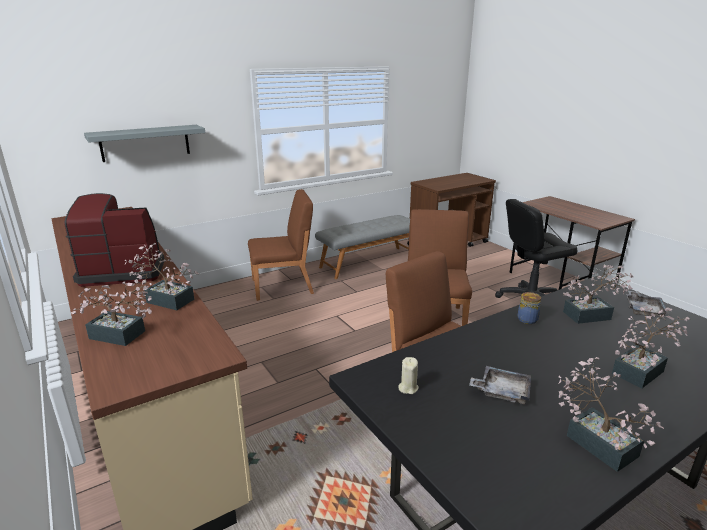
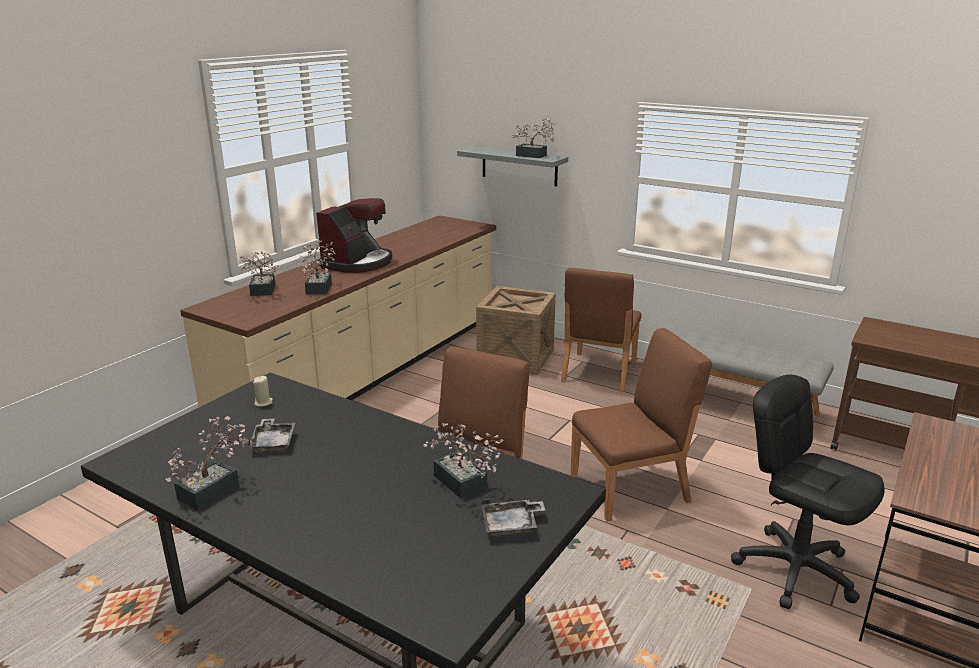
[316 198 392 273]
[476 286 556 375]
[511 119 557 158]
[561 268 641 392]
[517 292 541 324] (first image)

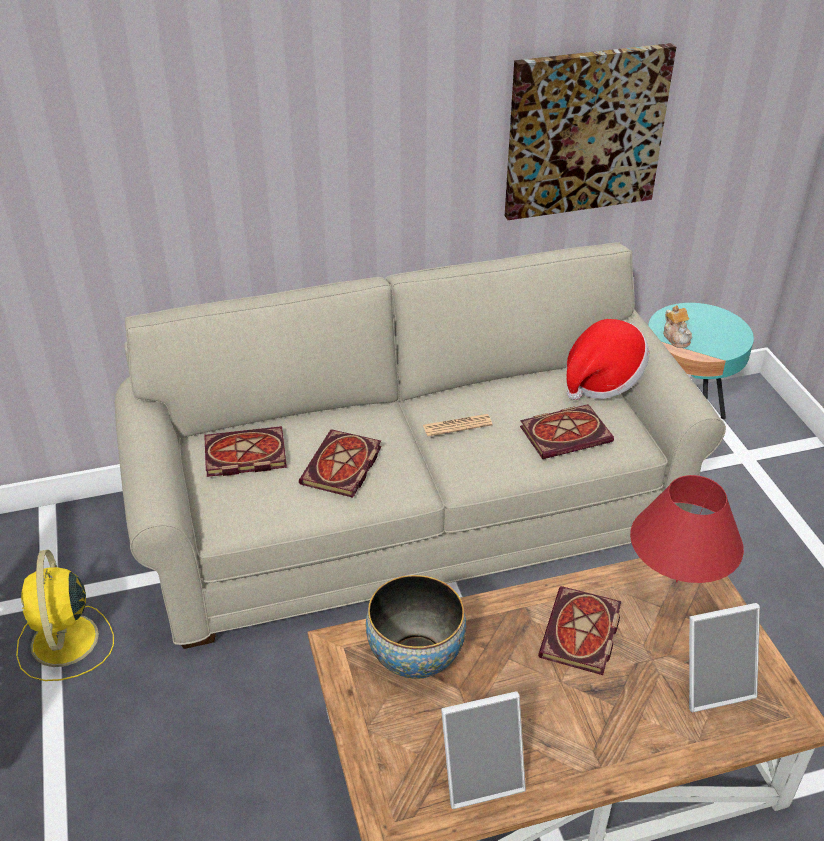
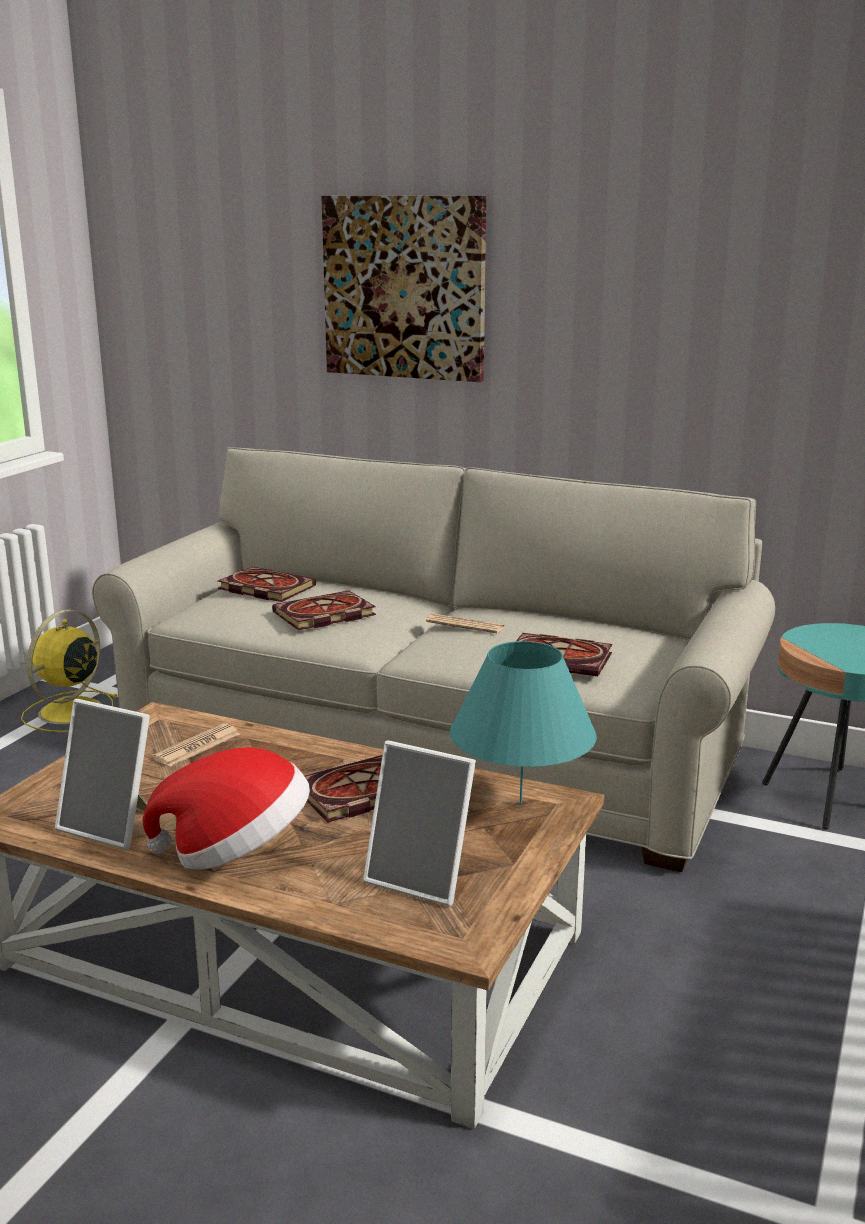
[143 747 310 870]
[152 723 240 767]
[321 196 486 382]
[450 641 597 804]
[663 305 692 348] (first image)

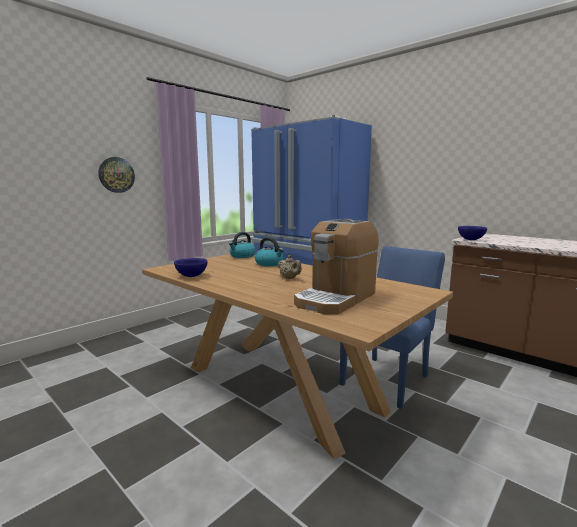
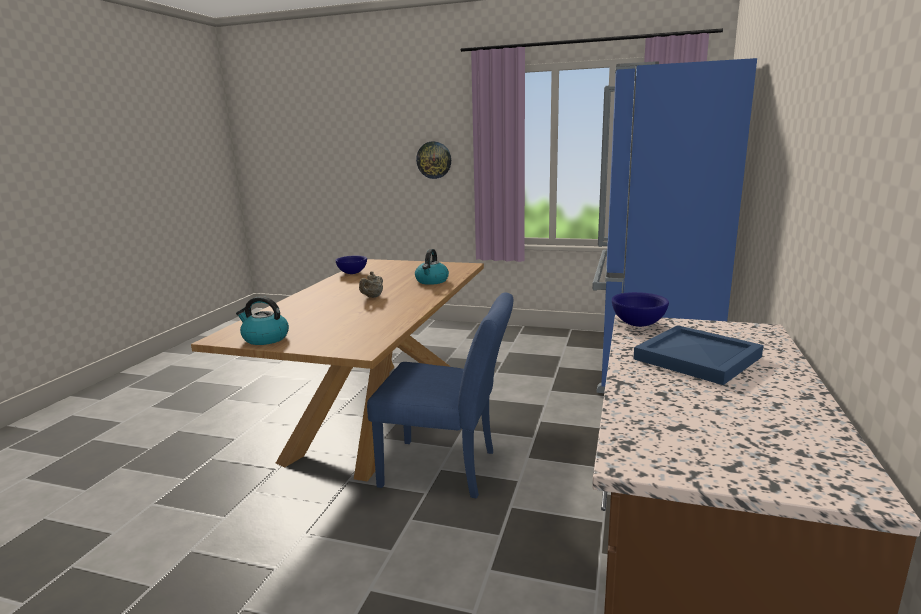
[236 296 289 345]
[633 325 763 385]
[294 219 379 314] (first image)

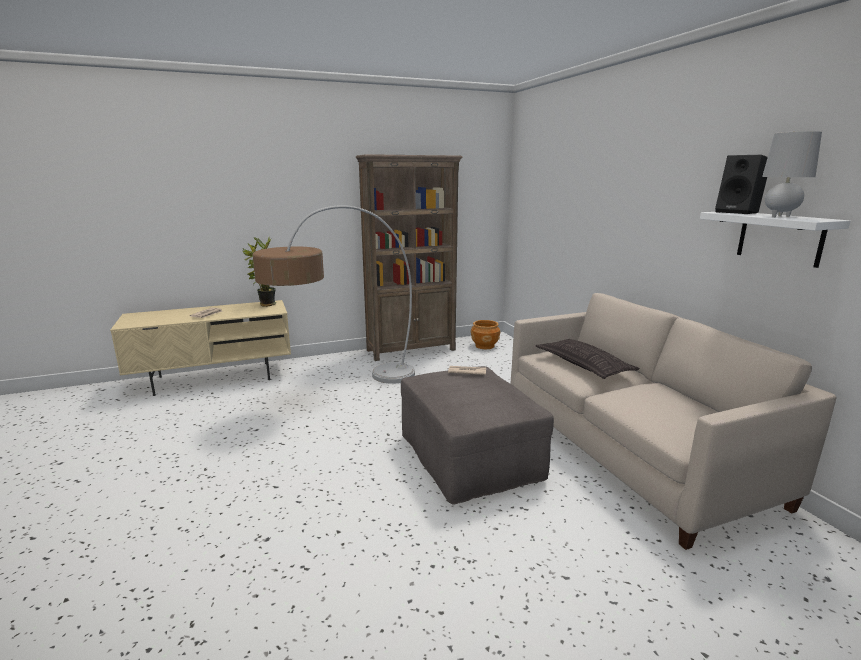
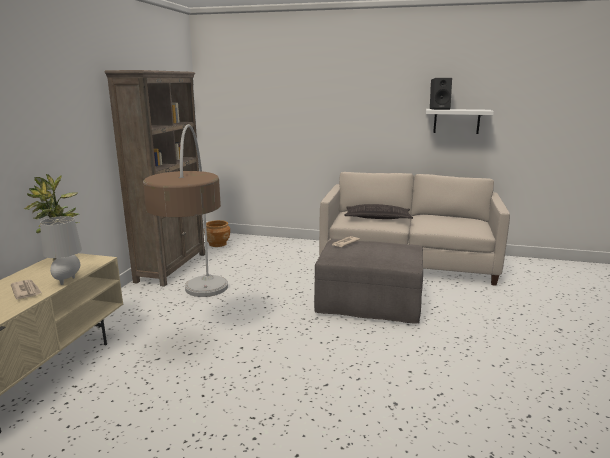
[40 216 82 285]

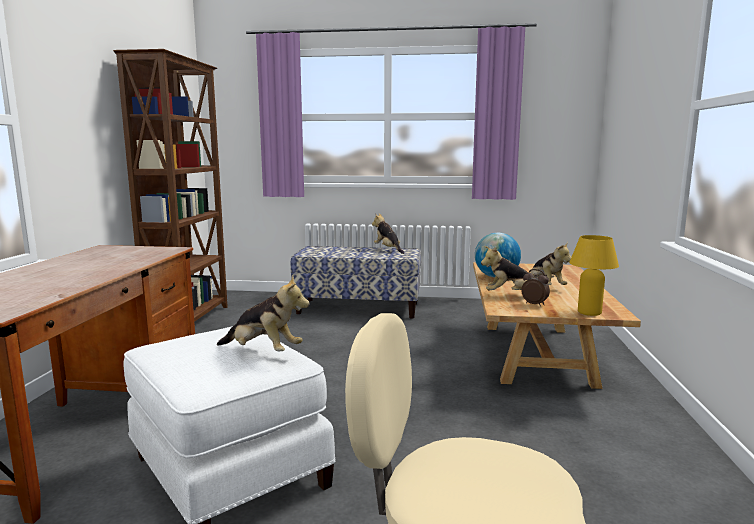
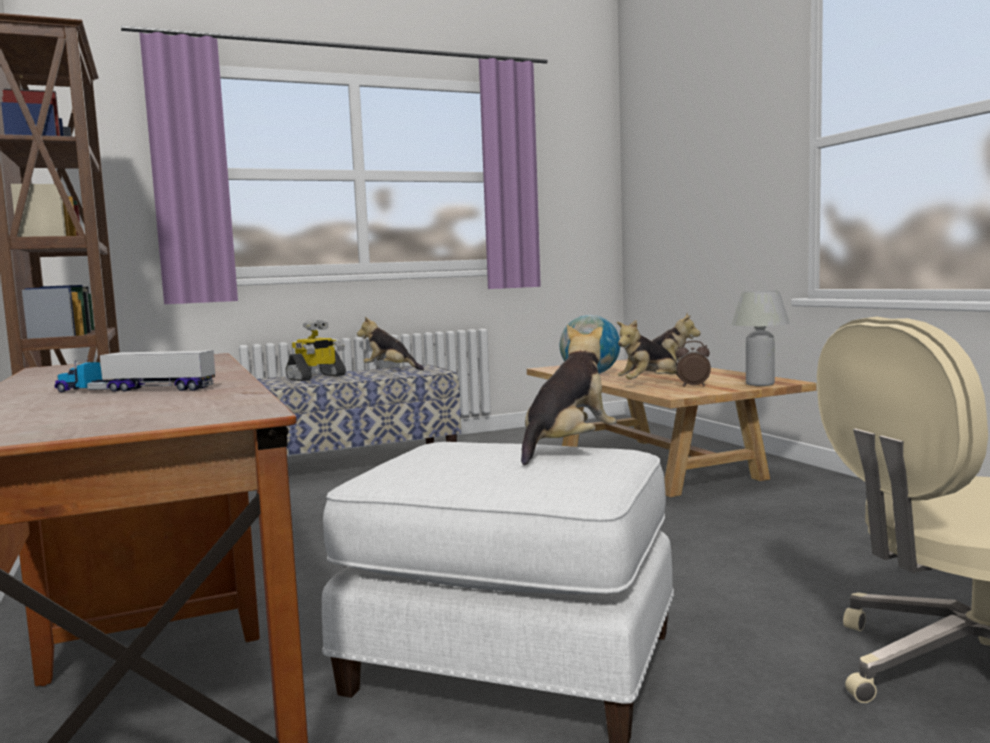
[55 350 215 392]
[286 320 346 381]
[521 325 617 465]
[731 291 790 386]

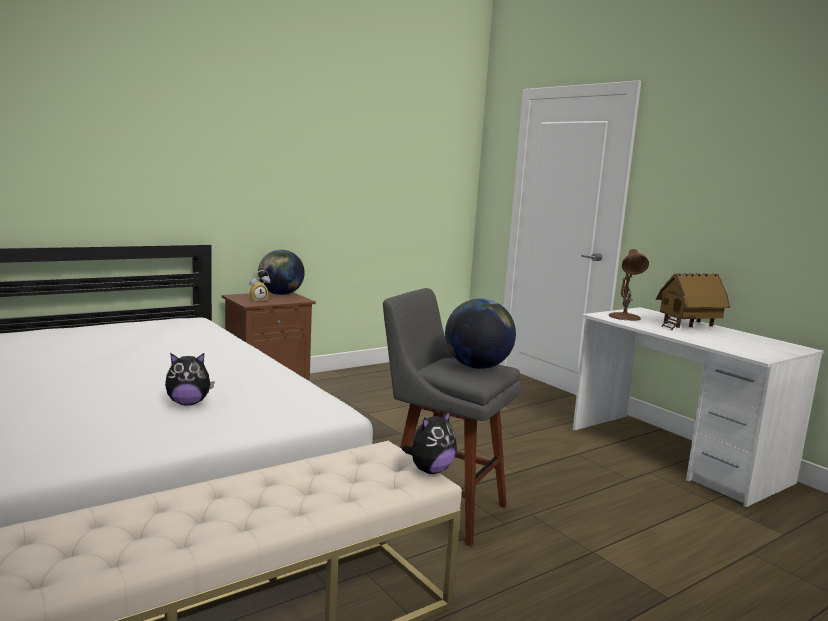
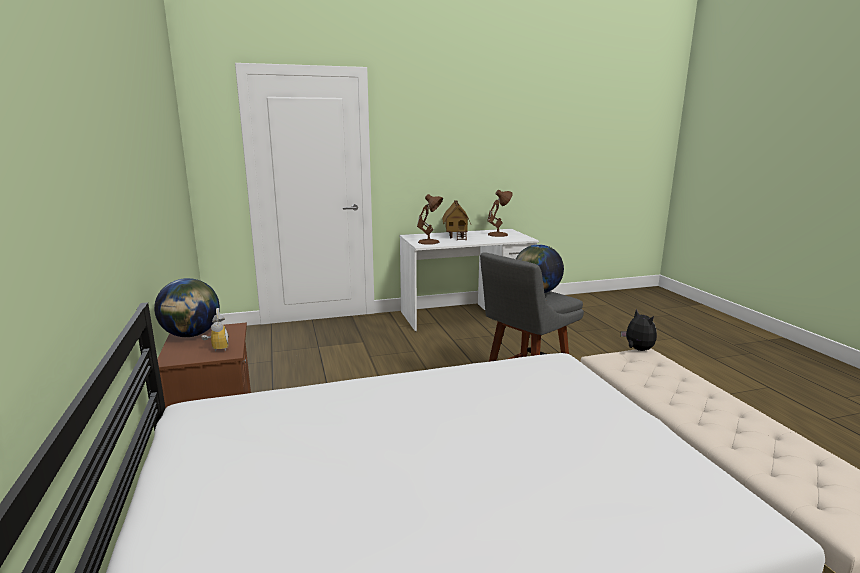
[487 190 513 237]
[165 353 215 406] (first image)

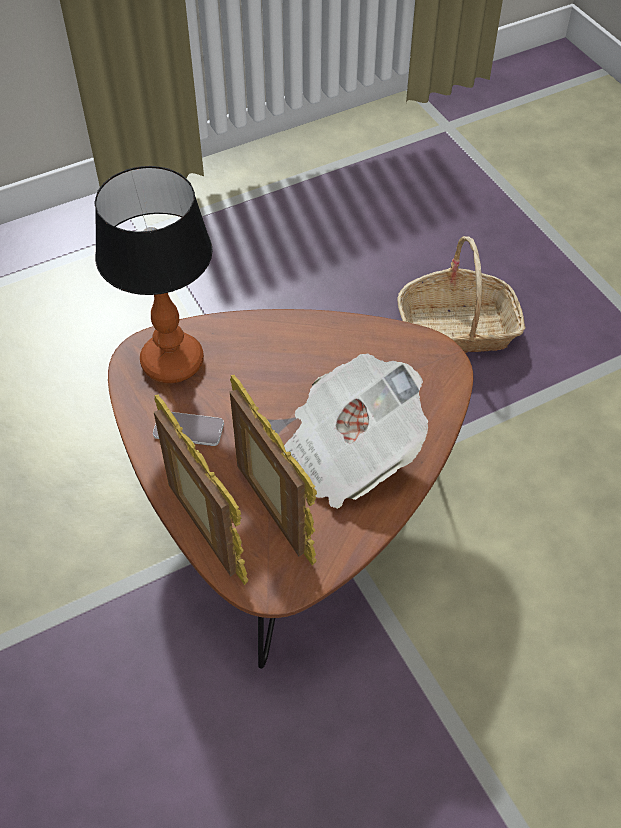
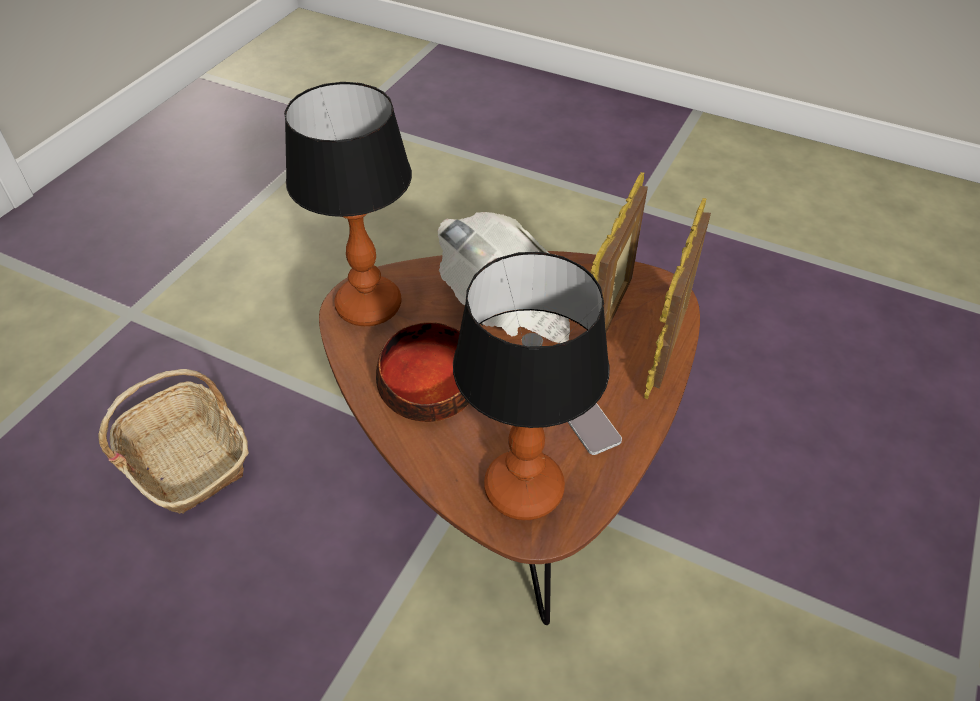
[284 82 412 326]
[376 322 469 422]

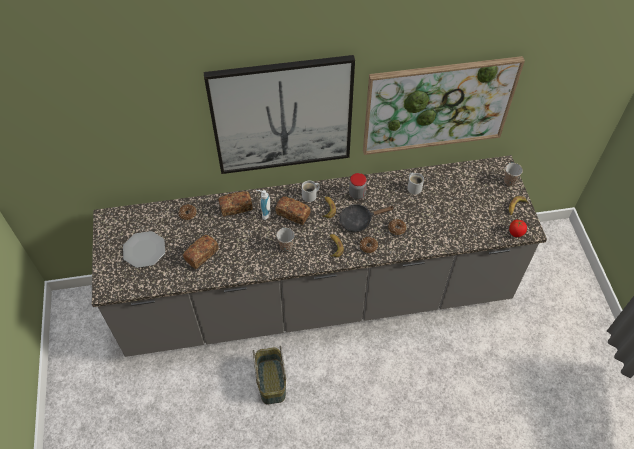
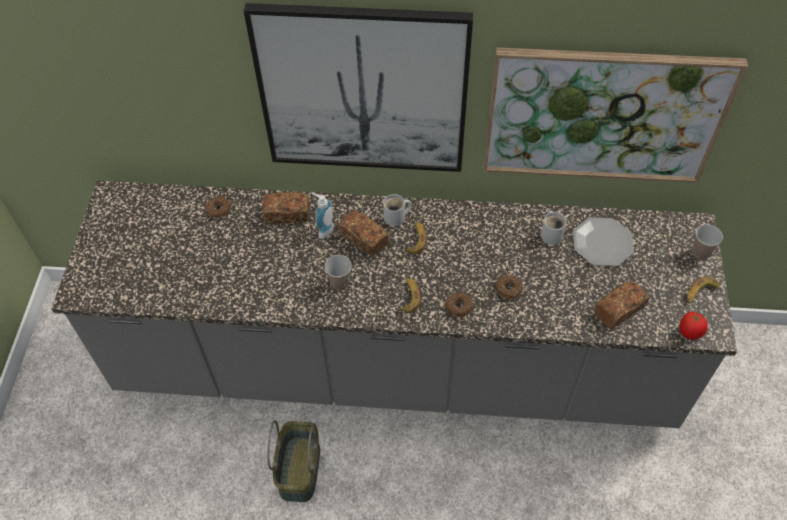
[573 217 634 266]
[594 281 649 329]
[339 204 394 232] (first image)
[349 173 367 199] (first image)

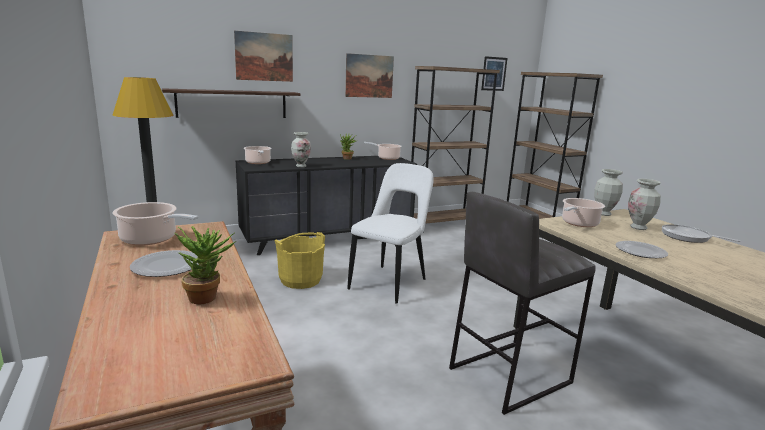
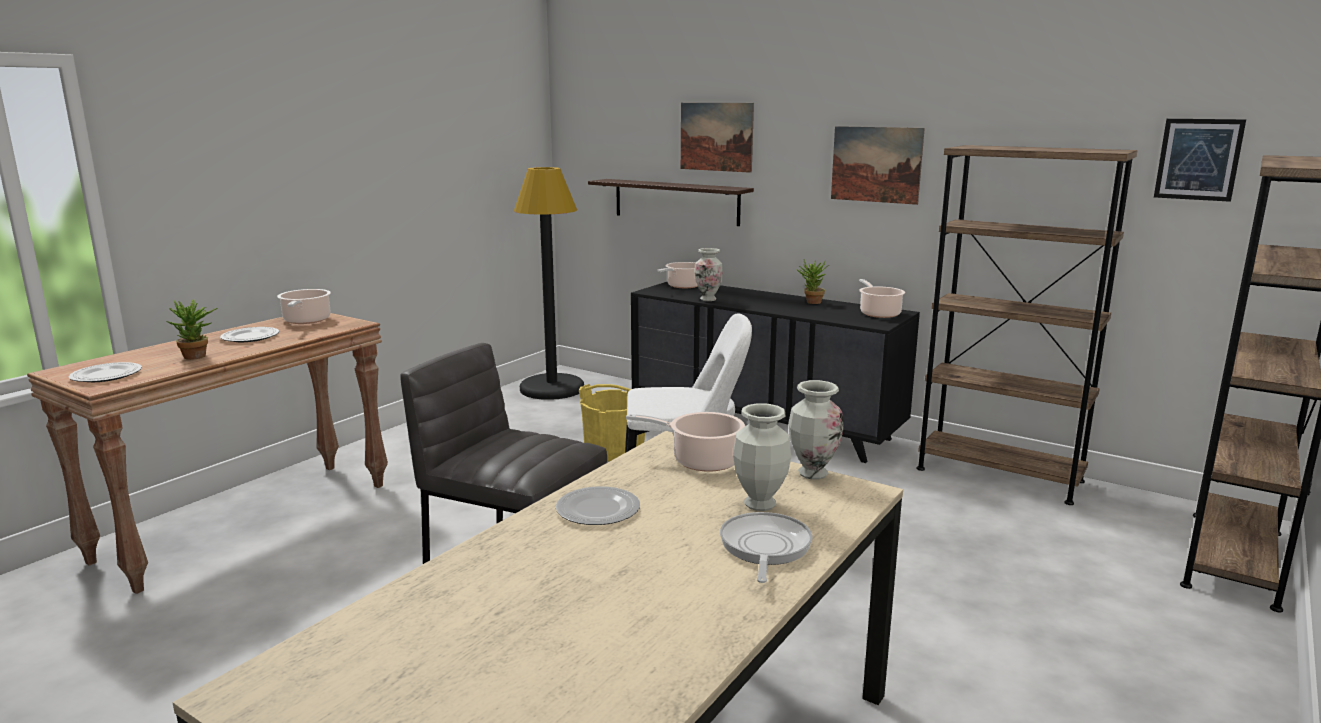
[69 362 142 382]

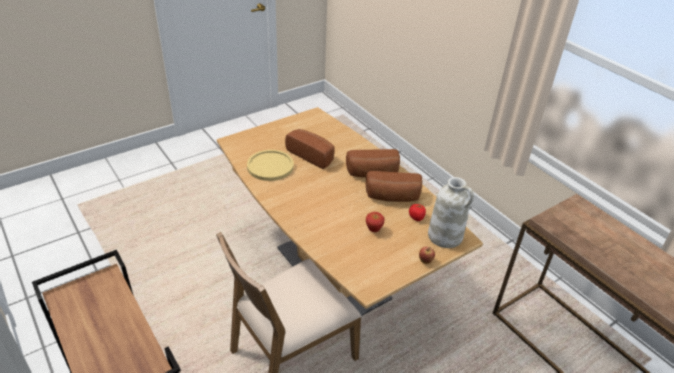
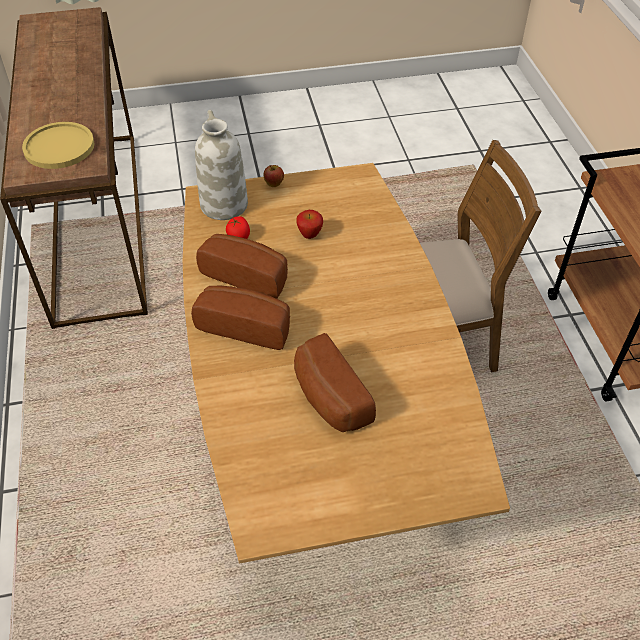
[22 122 95 169]

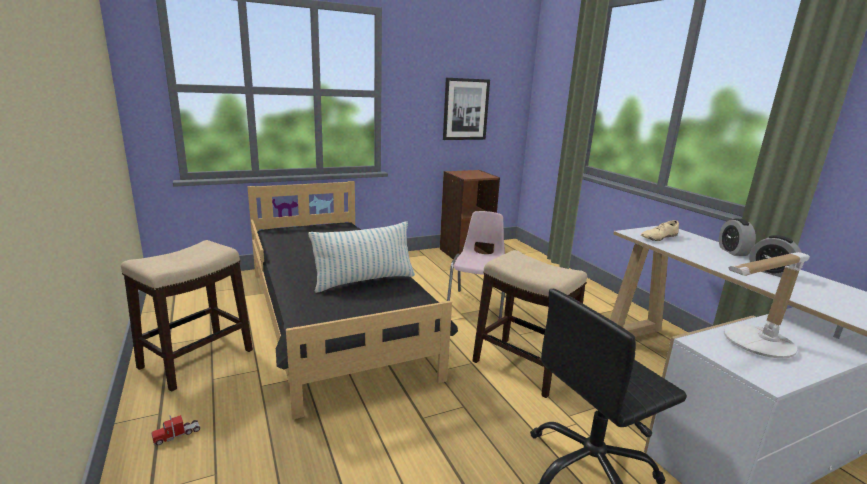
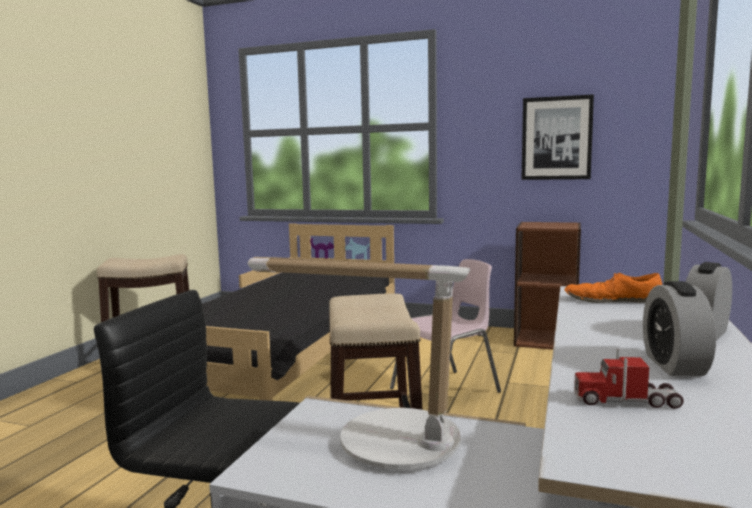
[564 273 662 303]
[574 349 684 409]
[309 221 415 293] (first image)

